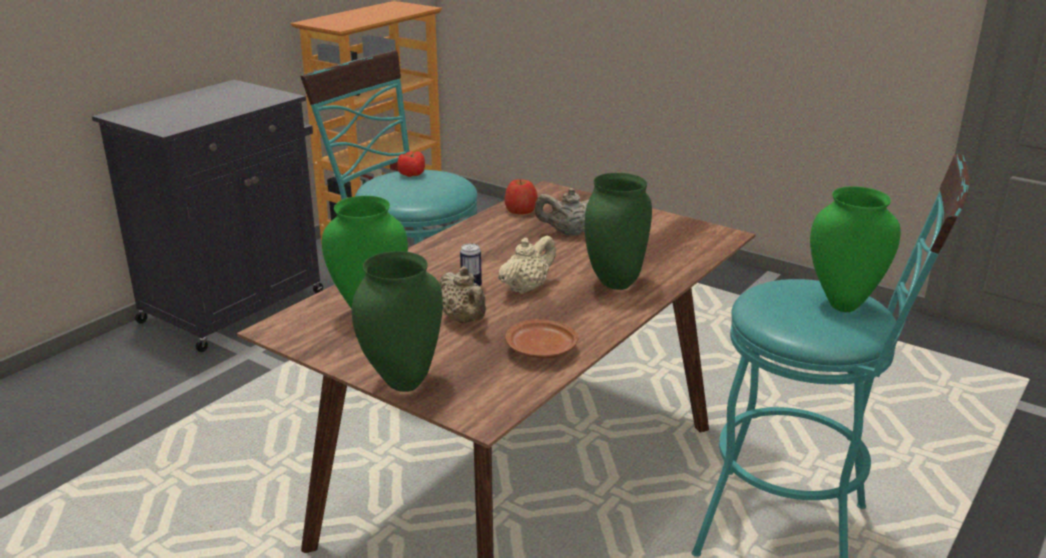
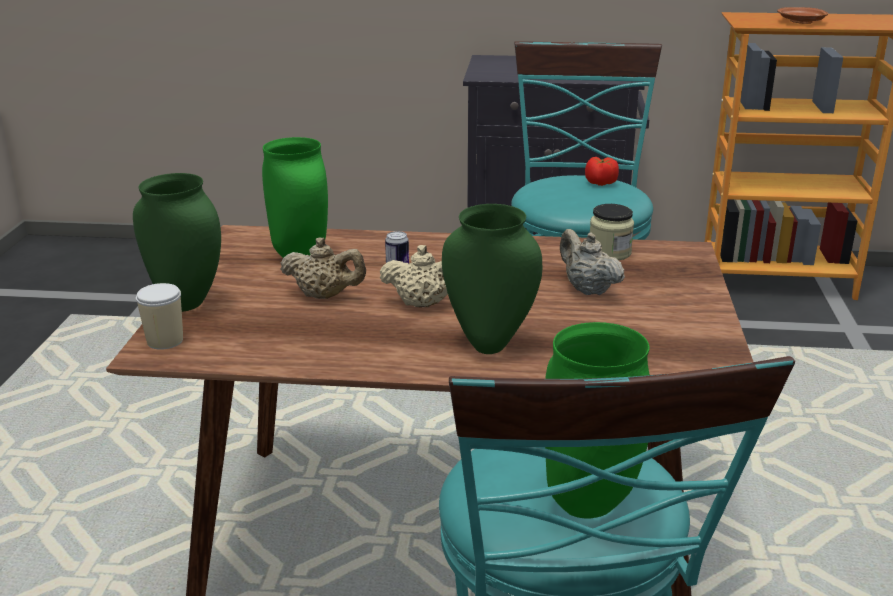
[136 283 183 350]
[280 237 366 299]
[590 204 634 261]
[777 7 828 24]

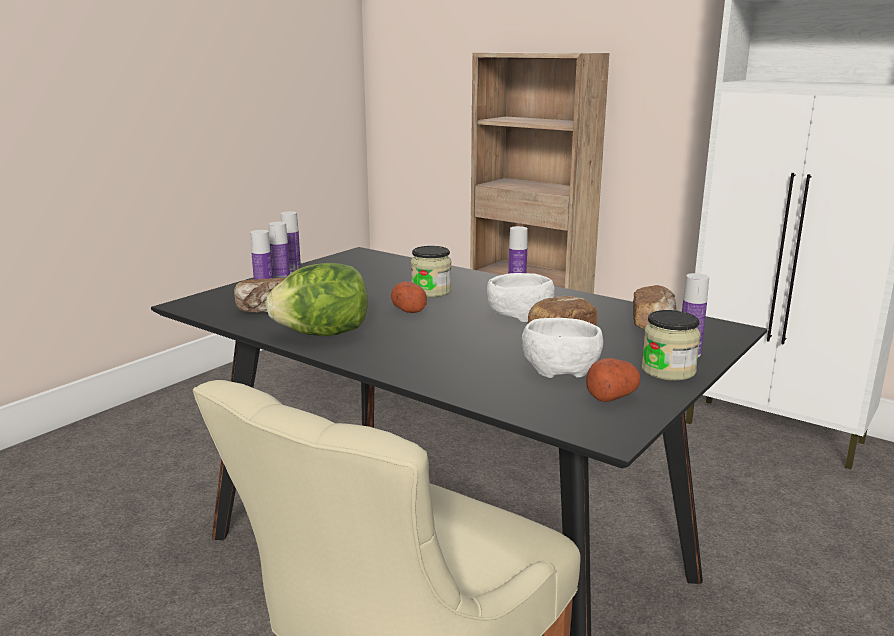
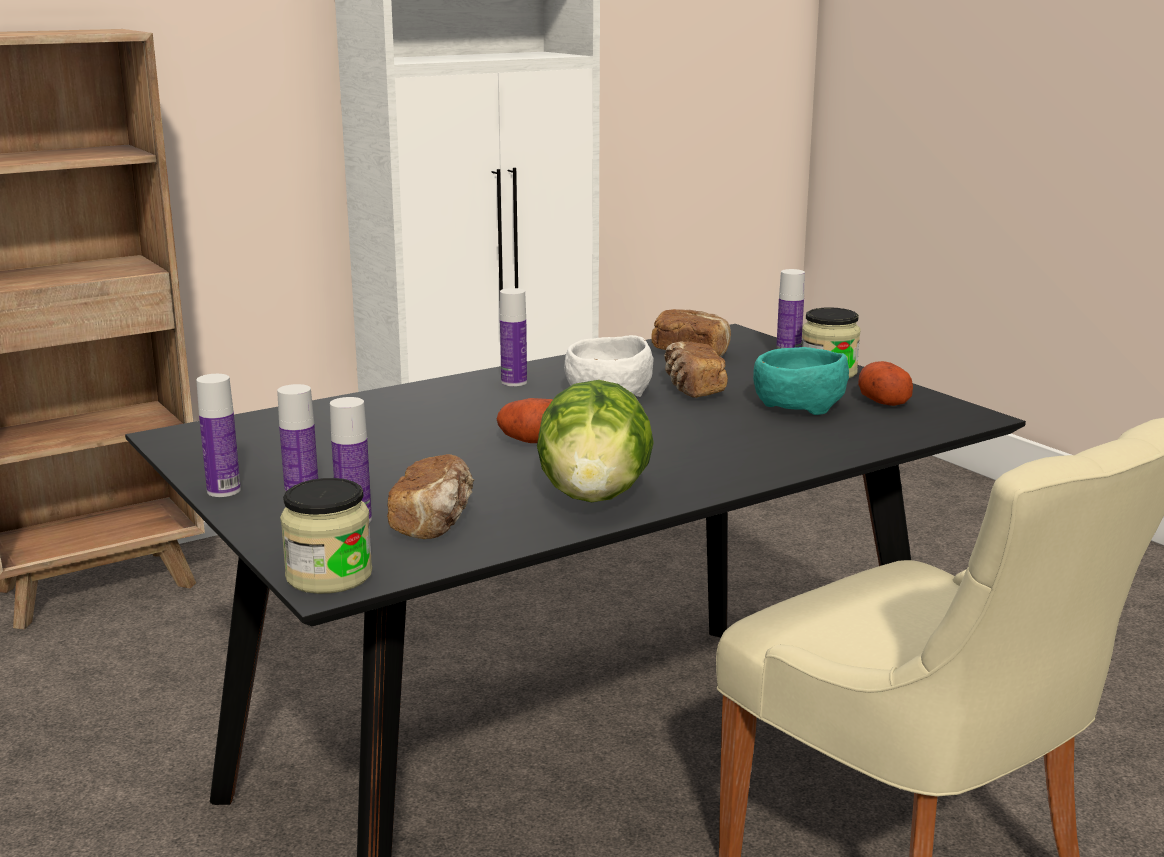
[280 478 372 594]
[753 347 849 415]

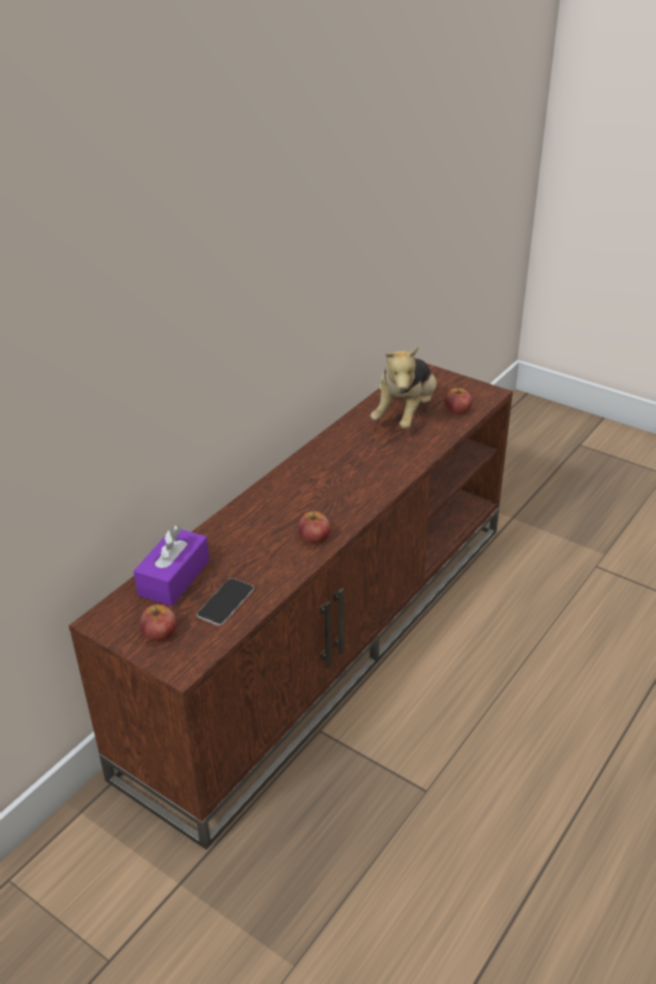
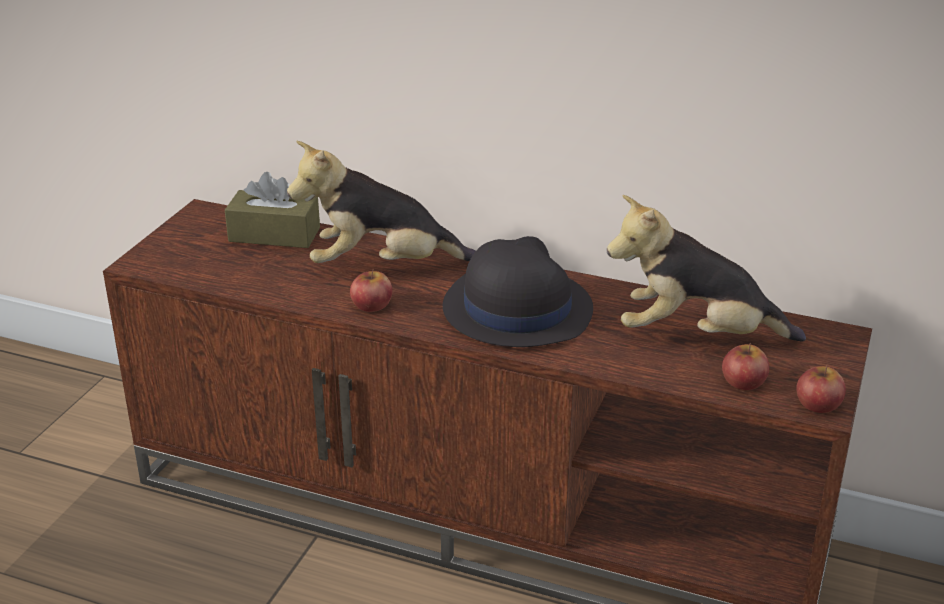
[225 172 320 248]
[287 141 476 263]
[443 236 593 347]
[796 365 846 413]
[197 578 254 626] (first image)

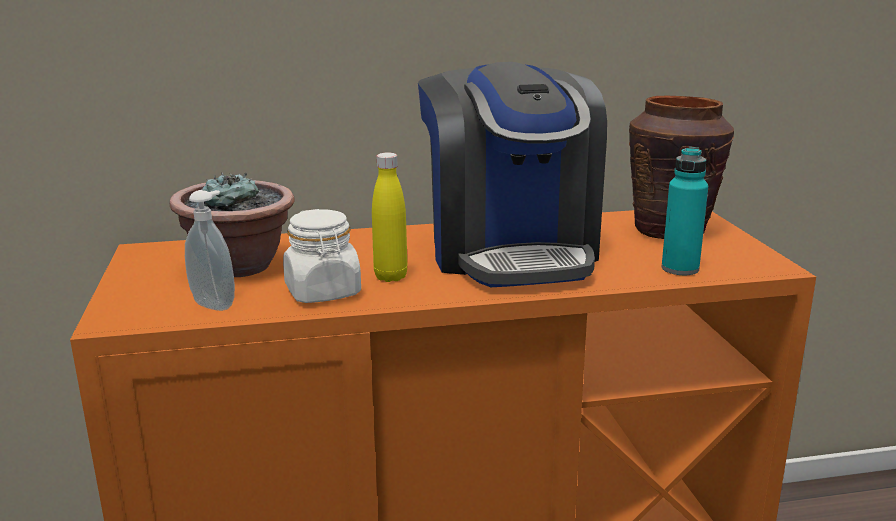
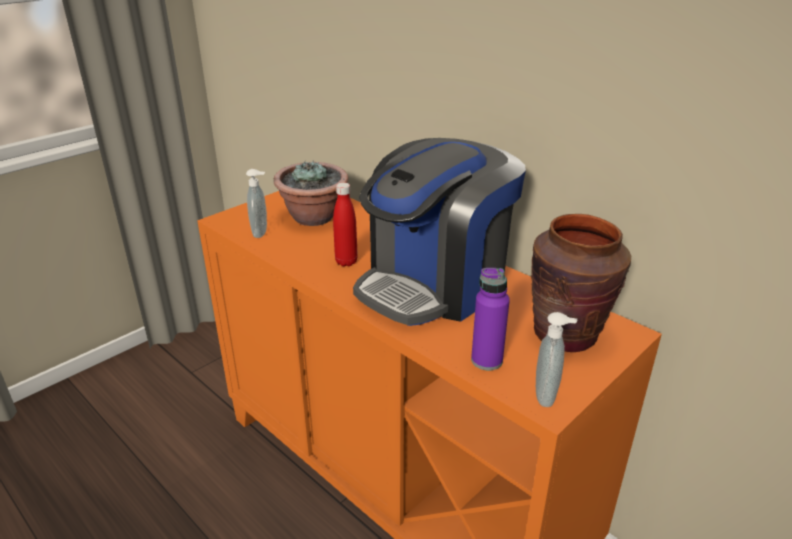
[333 182 358 266]
[471 268 510 370]
[536 312 577 407]
[283 209 361 303] (first image)

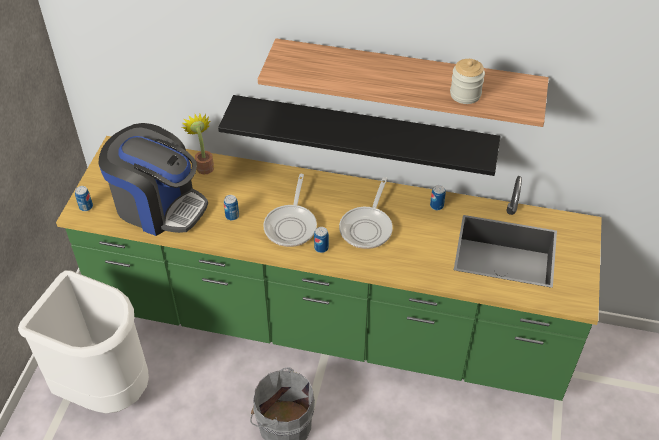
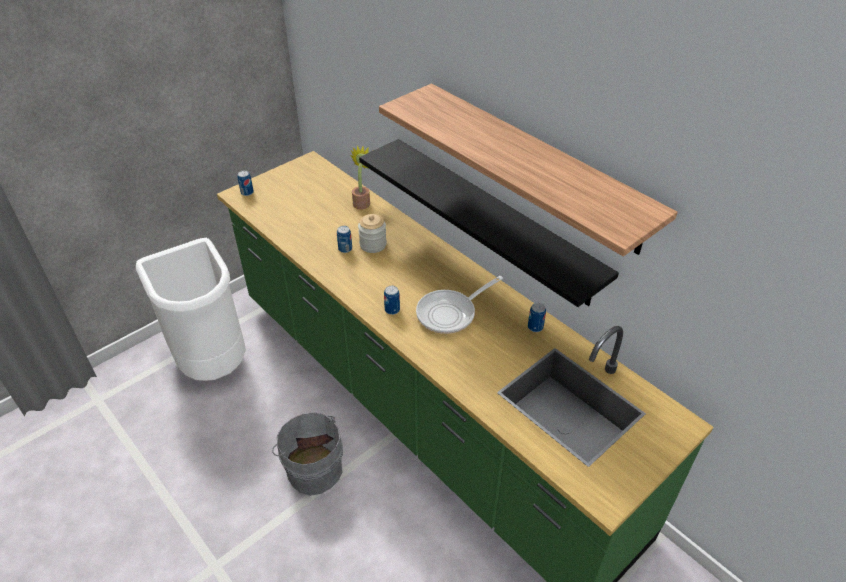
[358 214 387 253]
[98 123 208 236] (first image)
[263 174 317 247] (first image)

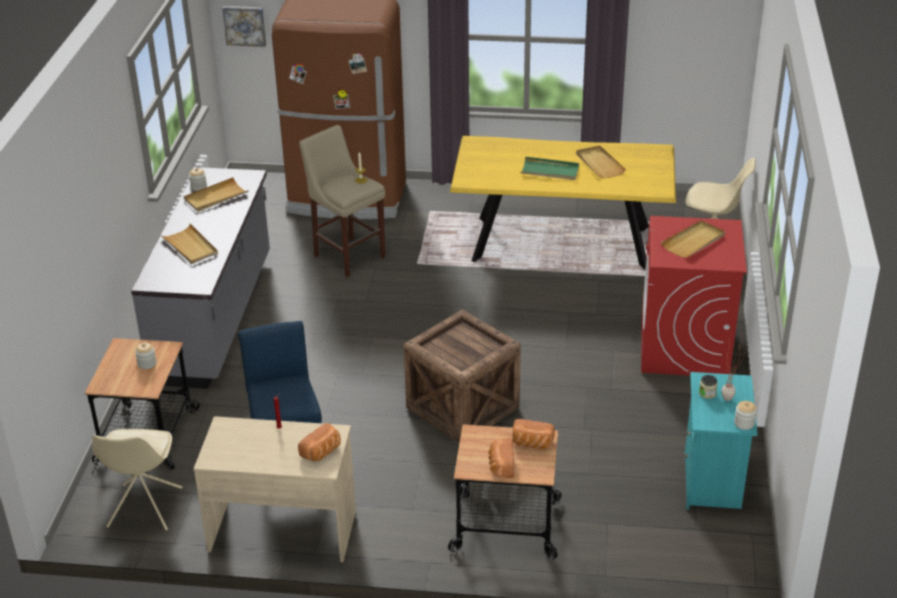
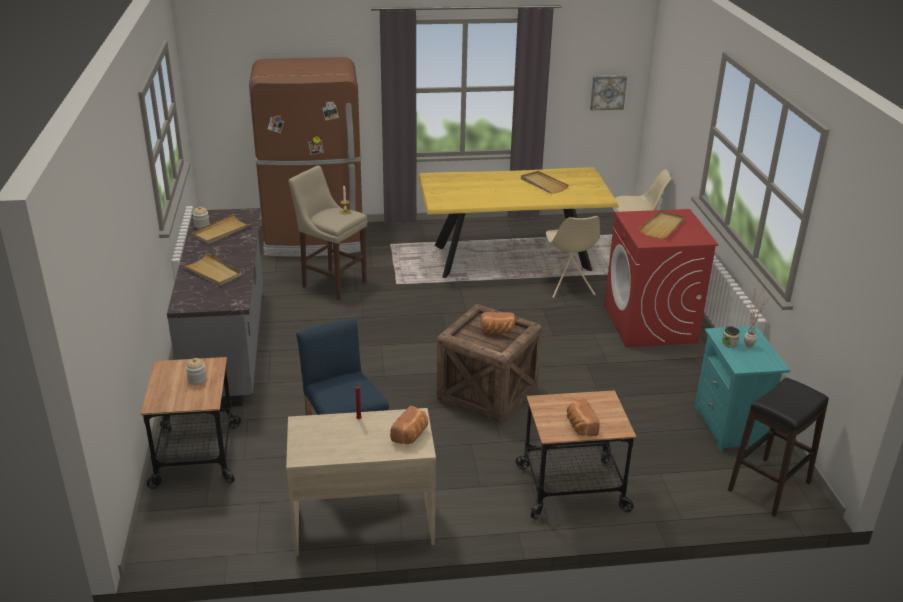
[480 312 515 334]
[542 216 600 298]
[590 75 627 110]
[728 378 829 517]
[521 157 579 180] (first image)
[734 401 757 430] (first image)

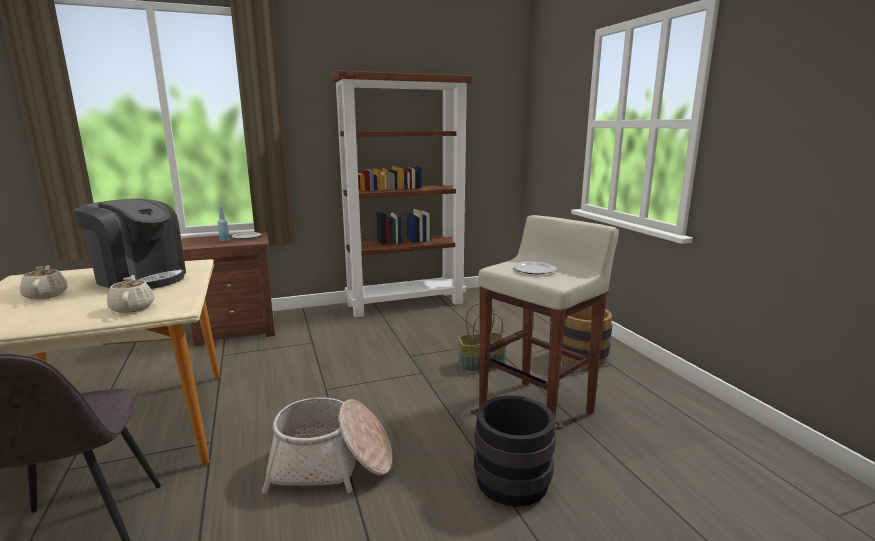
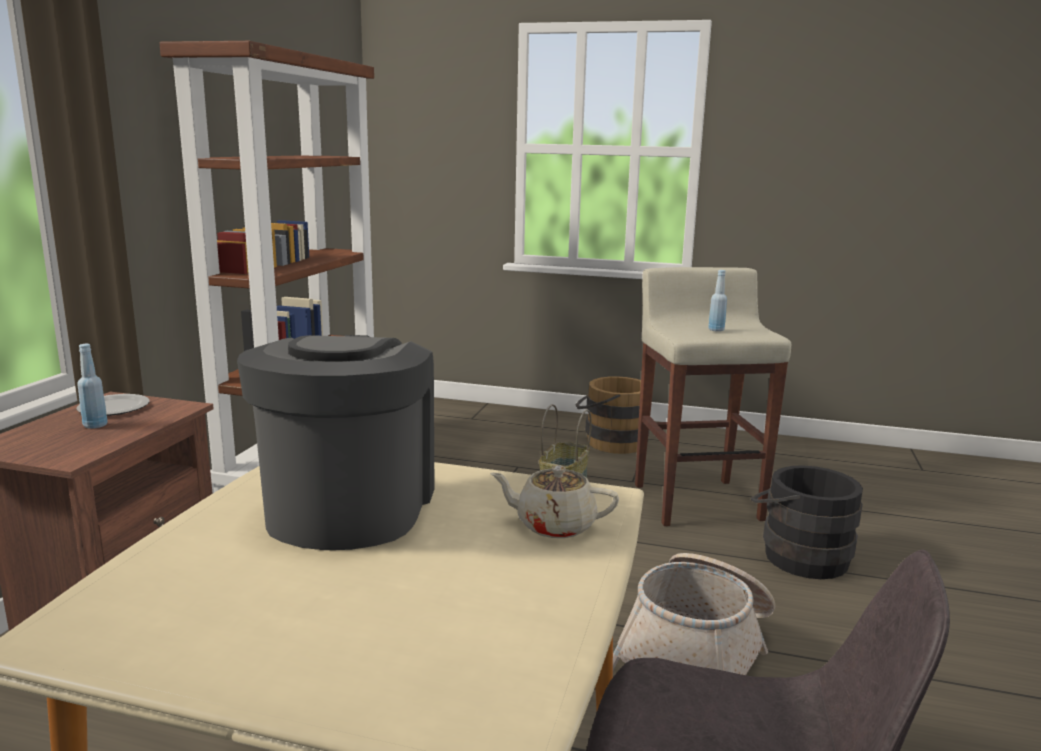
[237 335 434 550]
[708 270 727 332]
[20 265 67 299] (first image)

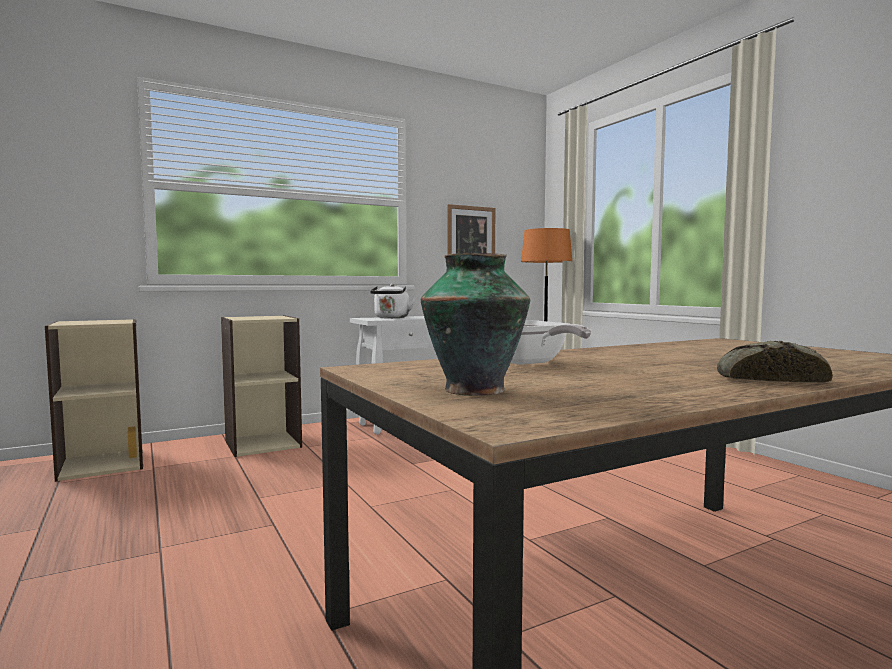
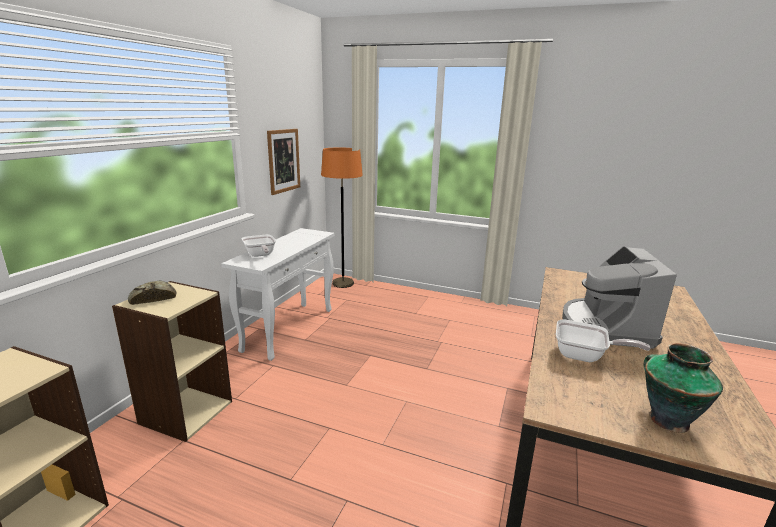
[128 280 177 305]
[242 235 276 257]
[562 246 677 349]

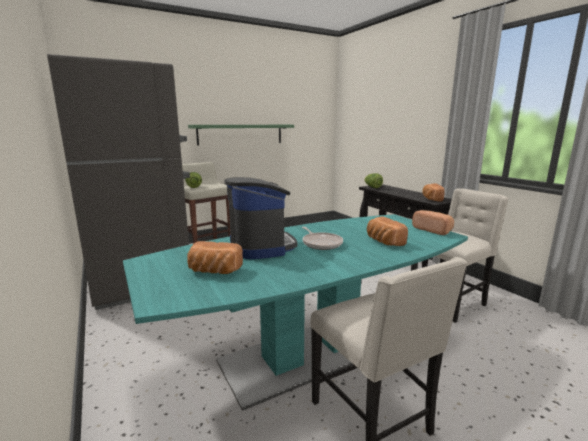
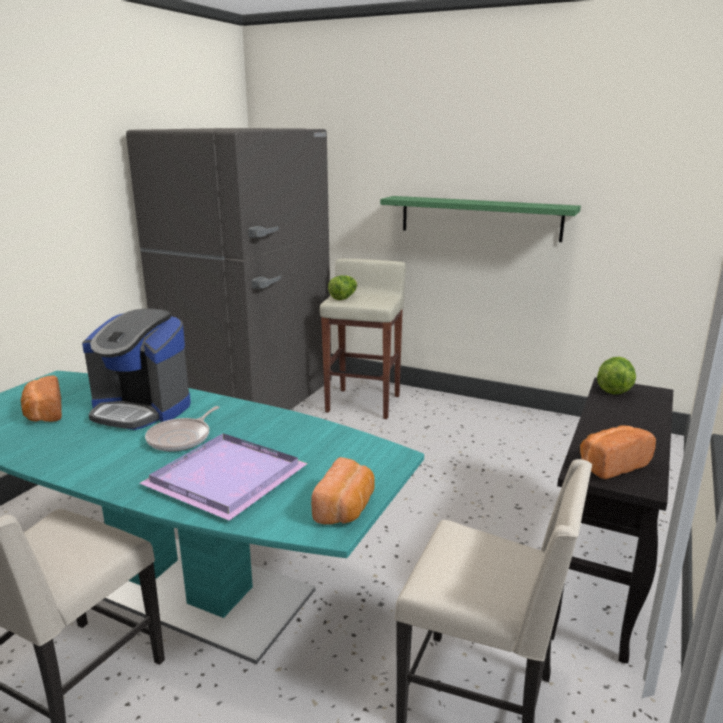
[82 309 191 430]
[139 433 308 521]

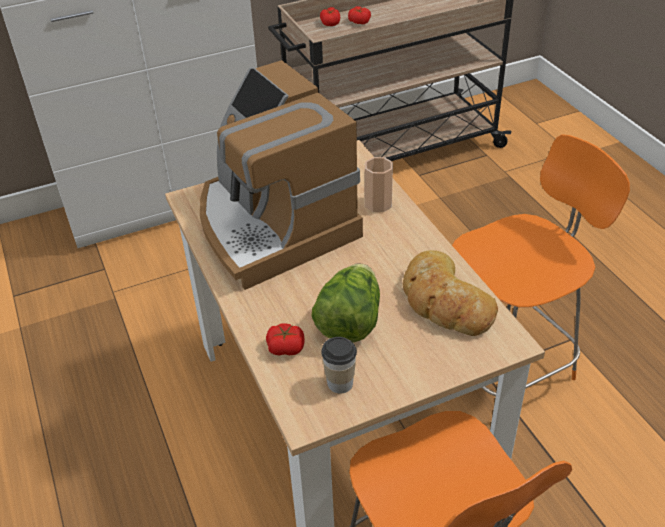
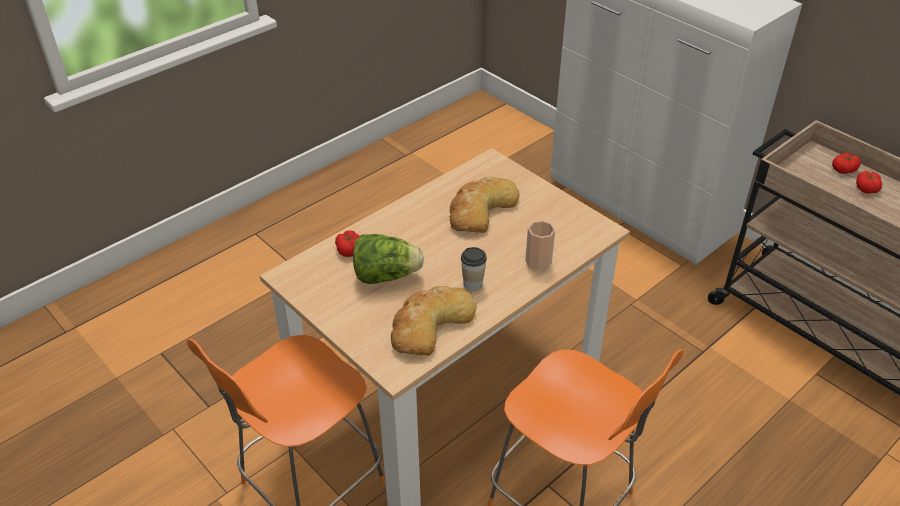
[450 177 520 233]
[461 247 487 291]

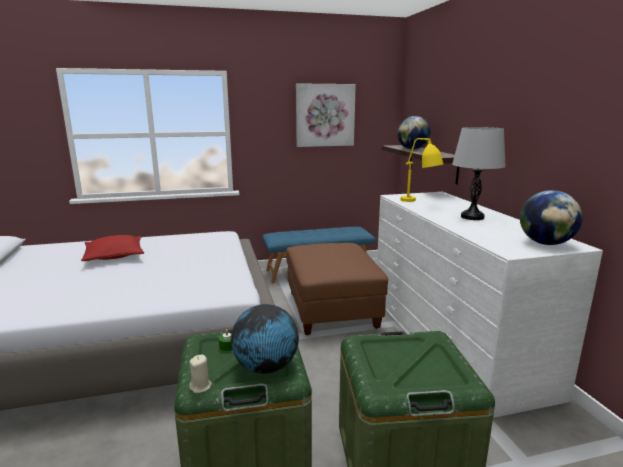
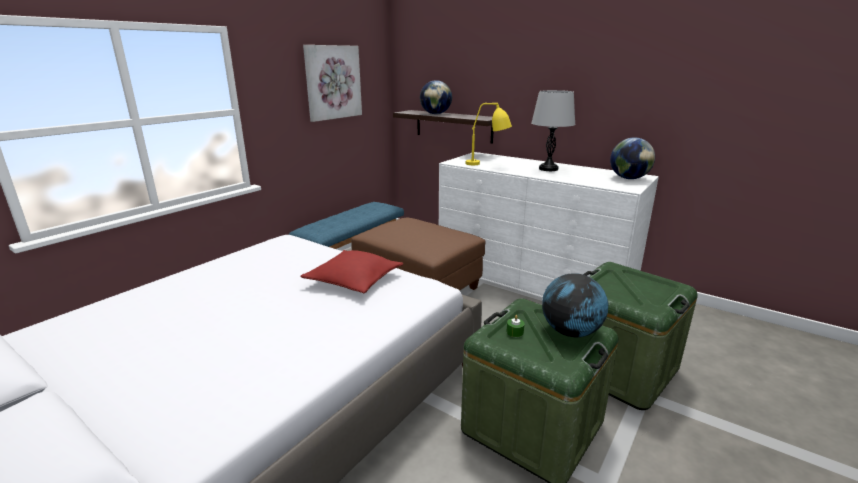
[301 250 403 293]
[189 355 212 393] (first image)

